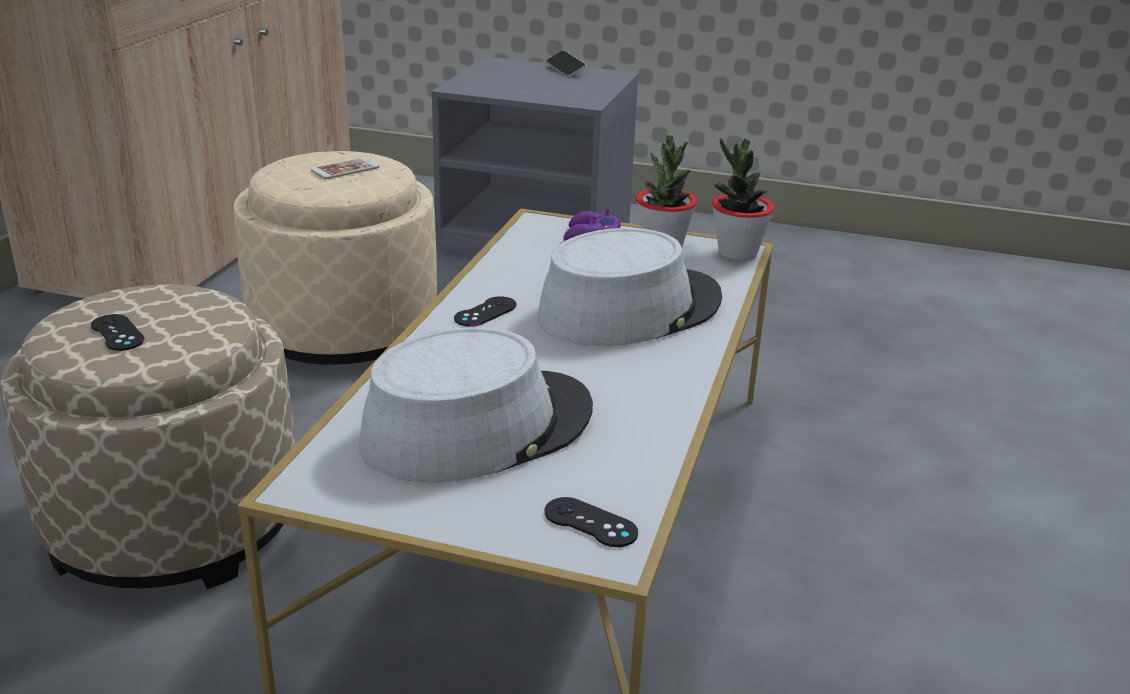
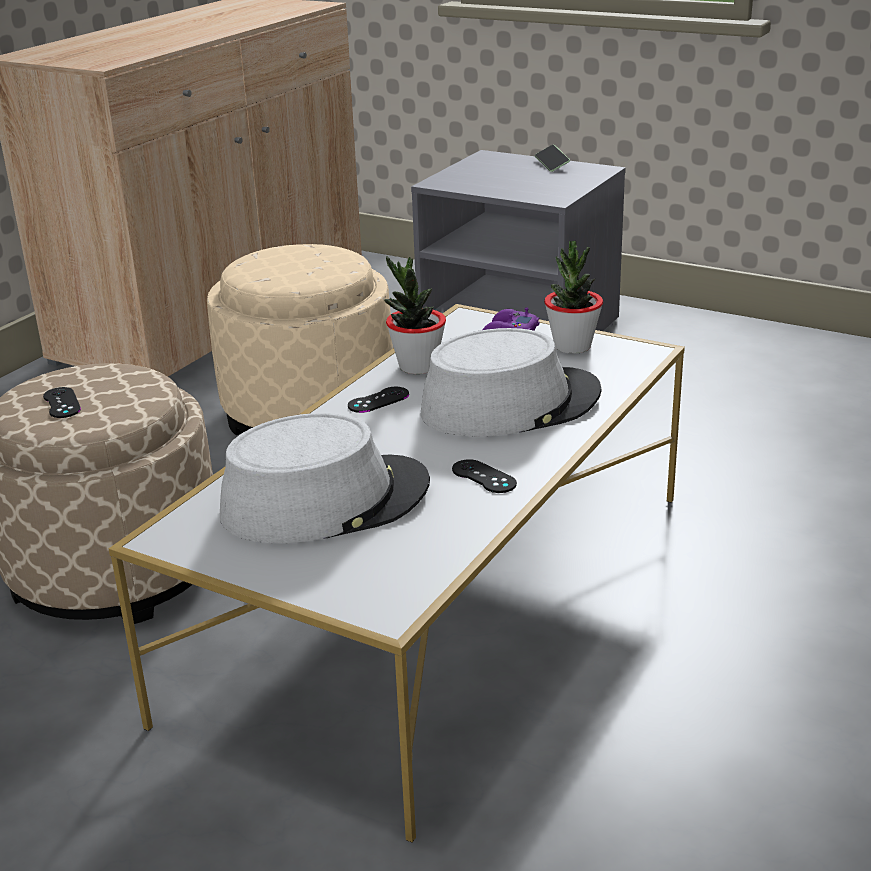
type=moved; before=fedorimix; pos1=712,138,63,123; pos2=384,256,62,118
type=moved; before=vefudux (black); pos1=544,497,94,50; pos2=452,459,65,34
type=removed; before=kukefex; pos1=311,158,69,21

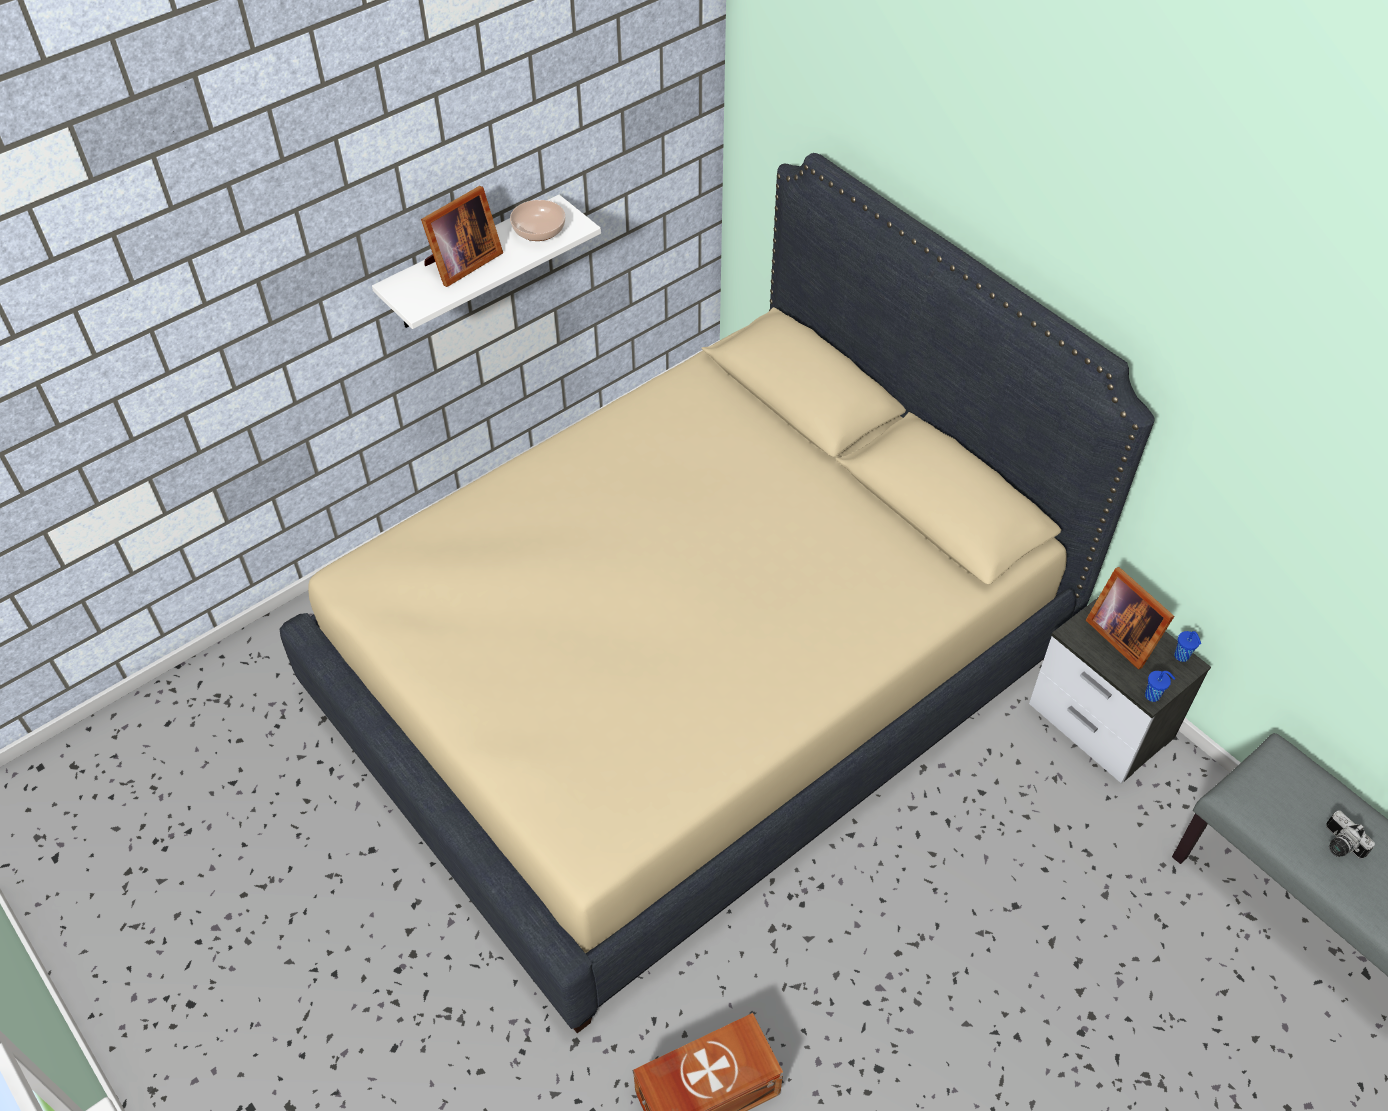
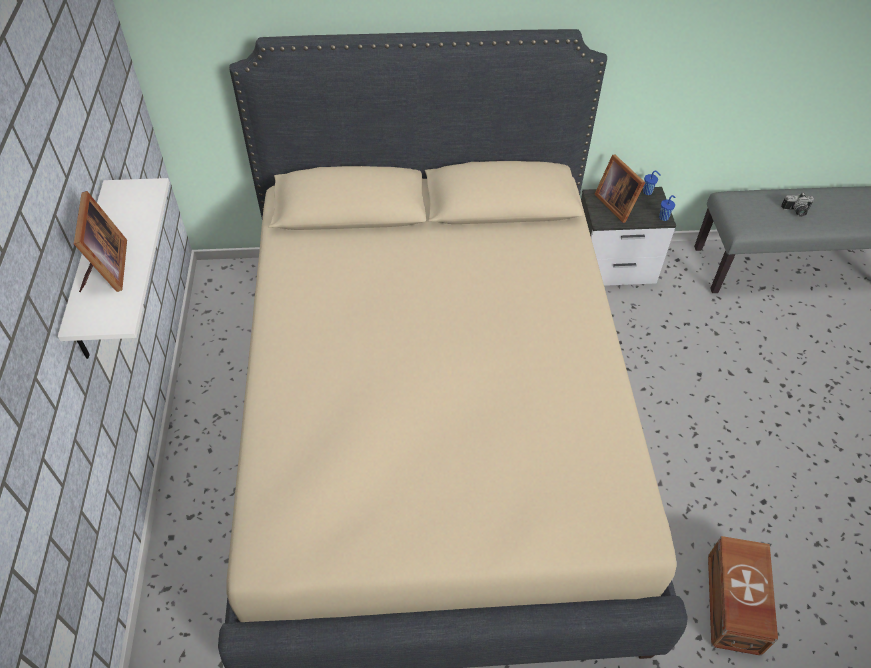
type=turned; before=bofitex; pos1=1086,567,88,103; pos2=594,154,51,69; turn=60
type=removed; before=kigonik; pos1=510,200,55,41

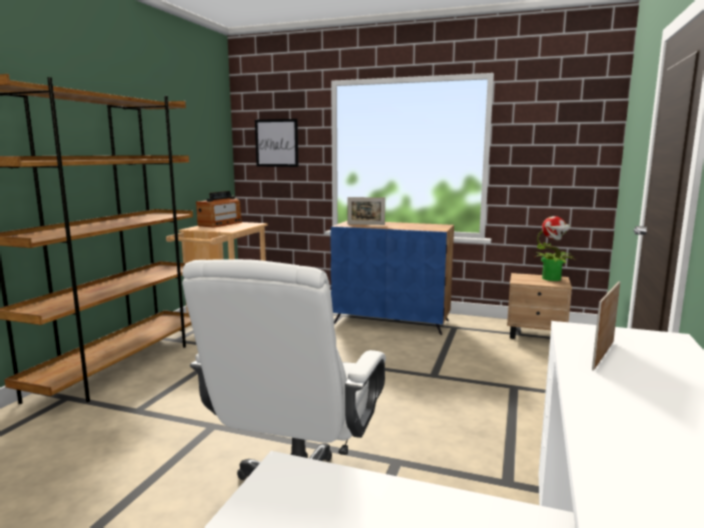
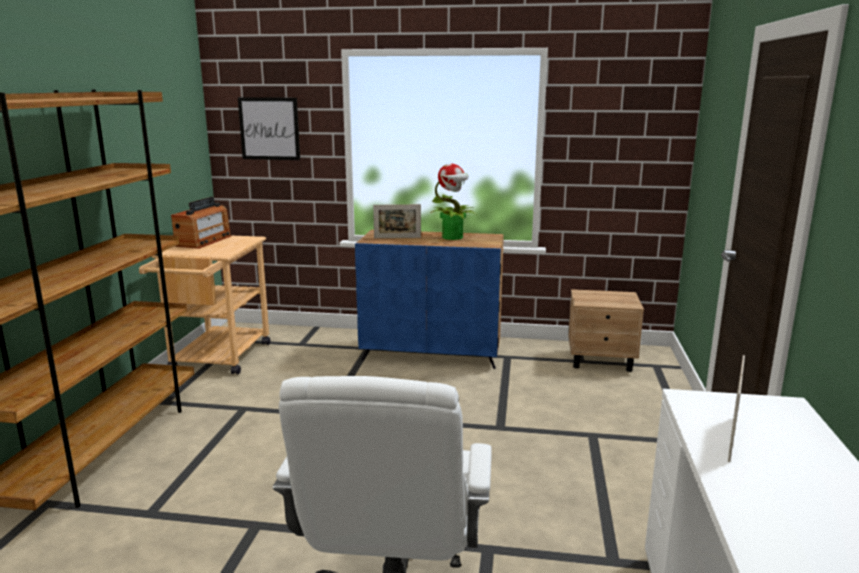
type=moved; before=fedorimix; pos1=535,216,40,65; pos2=431,164,45,76

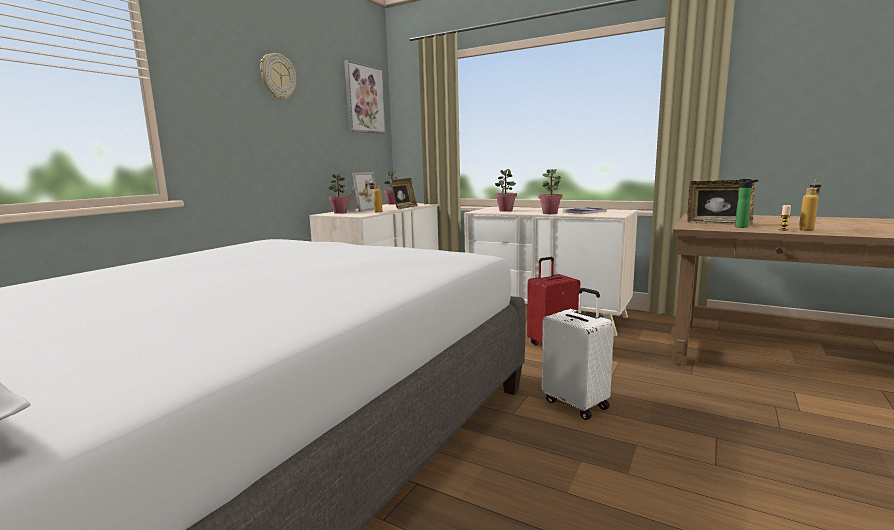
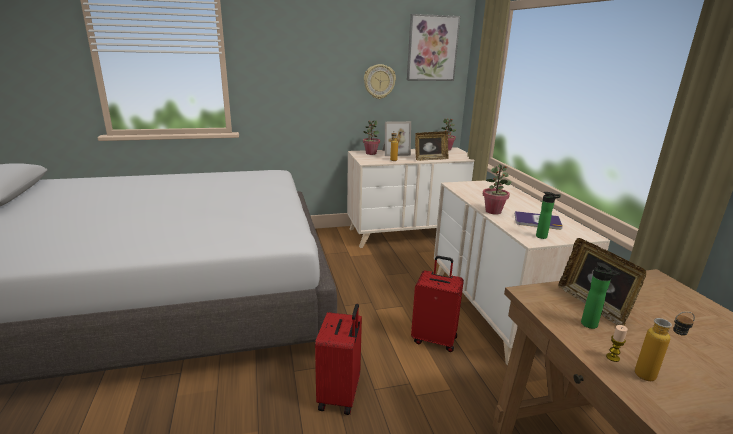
type=recoloured; before=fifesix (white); after=fifesix (red); pos1=541,288,73,132; pos2=315,303,47,112
type=moved; before=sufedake; pos1=260,53,36,47; pos2=364,64,32,35
type=added; after=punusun; pos2=536,192,25,47
type=removed; before=fedorimix; pos1=495,169,22,43

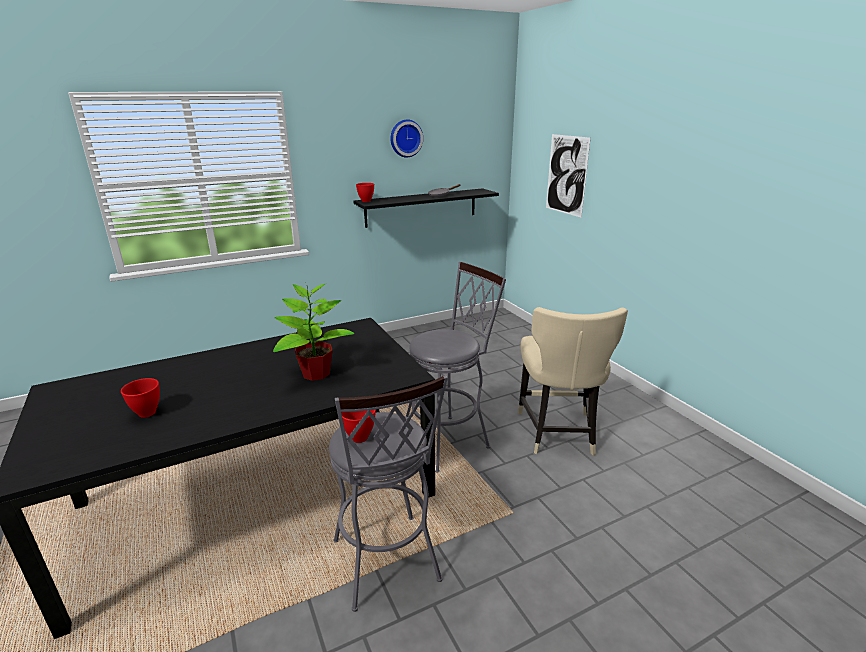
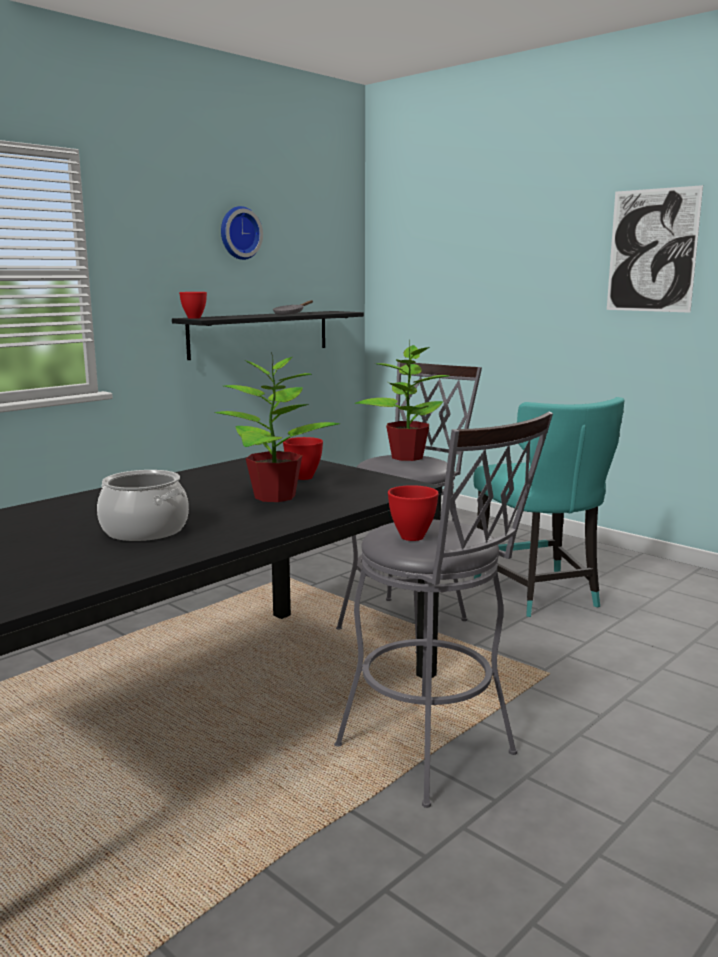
type=added; after=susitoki; pos2=97,470,92,71
type=moved; before=kigonik (red); pos1=121,378,39,40; pos2=283,437,40,43
type=added; after=fedorimix; pos2=354,340,95,121
type=recoloured; before=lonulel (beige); after=lonulel (turquoise); pos1=518,307,110,148; pos2=473,397,151,220
type=moved; before=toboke; pos1=546,134,45,84; pos2=607,185,96,128

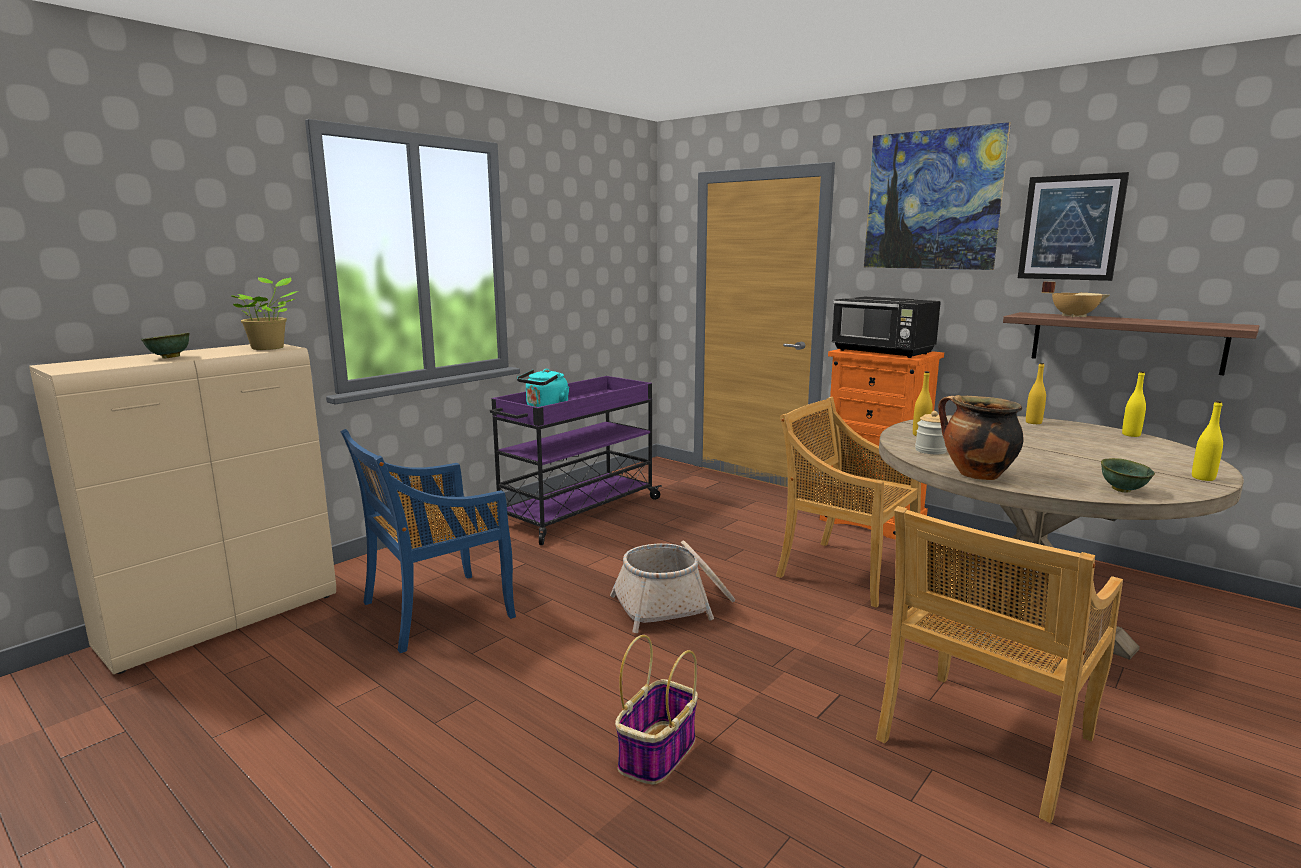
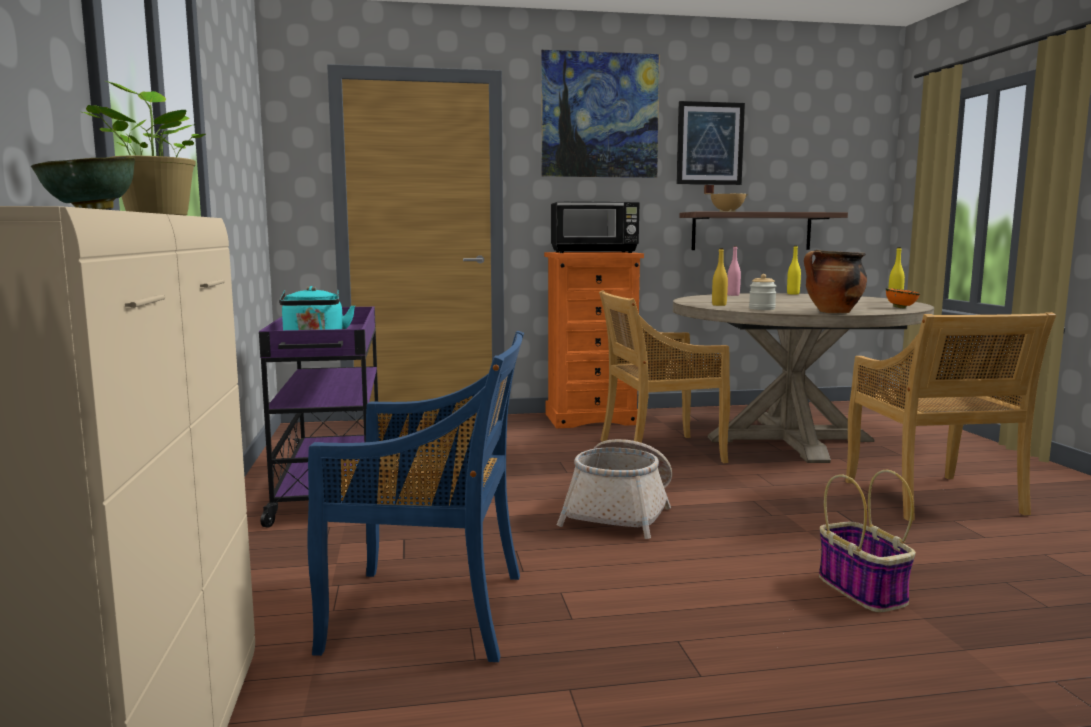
type=turned; before=lonulel (blue); pos1=341,429,175,224; pos2=307,331,217,331; turn=-90
type=recoloured; before=punusun (yellow); after=punusun (pink); pos1=1026,363,20,61; pos2=727,246,14,50
type=recoloured; before=kigonik (green); after=kigonik (orange); pos1=1101,458,54,35; pos2=886,288,34,21

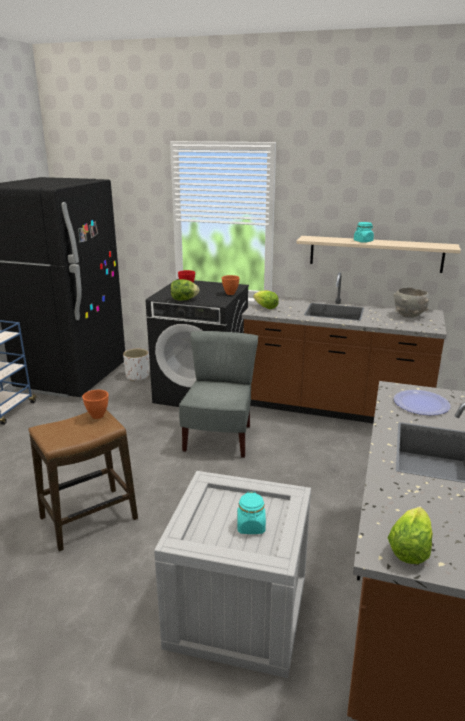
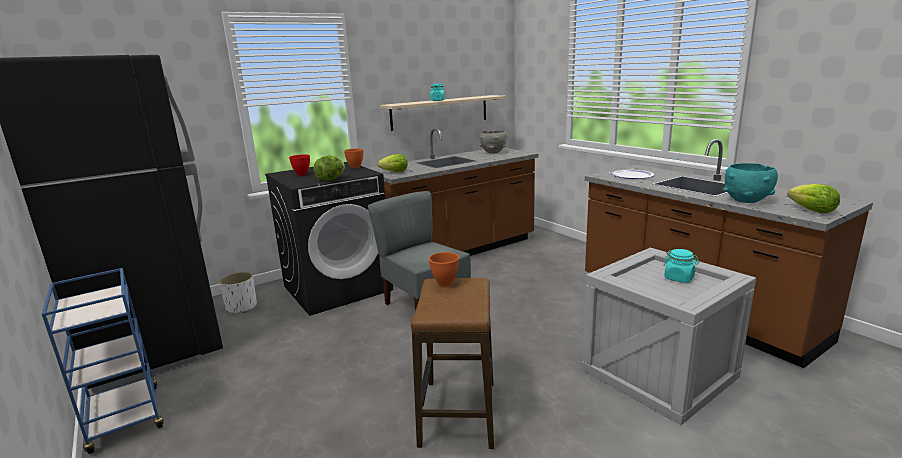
type=added; after=kigonik (turquoise); pos2=723,163,55,40

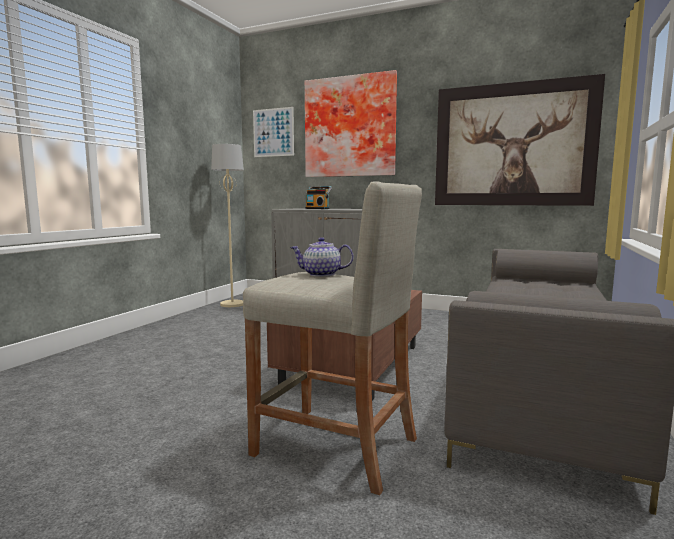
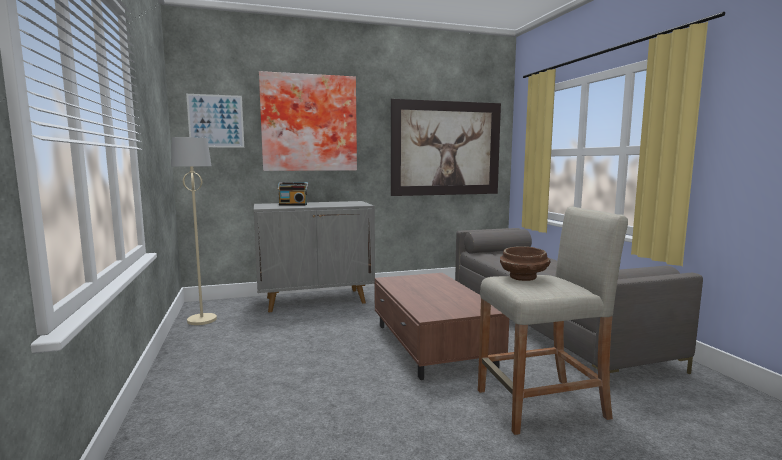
type=replaced; before=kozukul; after=kigonik (brown); pos1=290,237,64,40; pos2=500,246,51,35

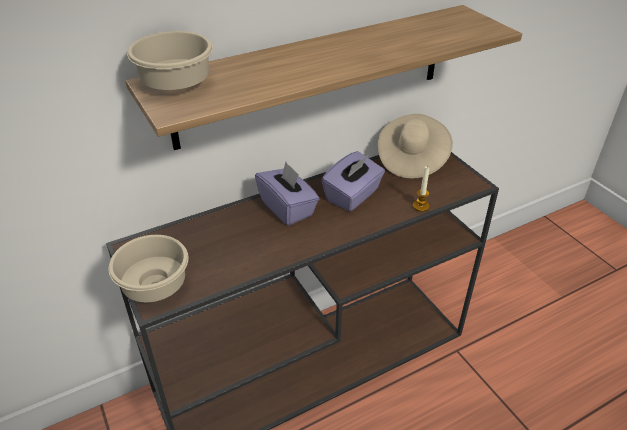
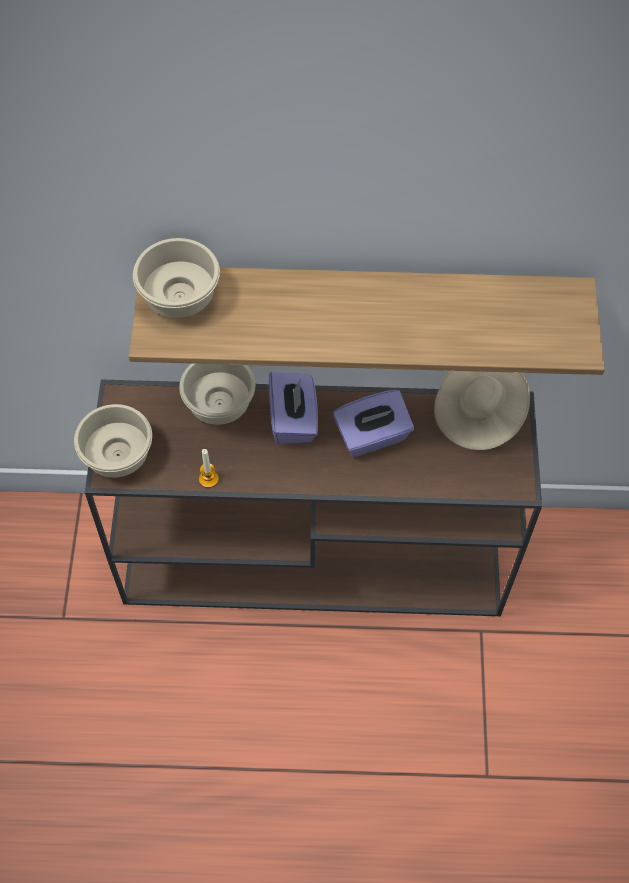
type=added; after=kigonik (beige); pos2=179,363,76,62
type=moved; before=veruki; pos1=413,166,16,46; pos2=199,449,20,39

